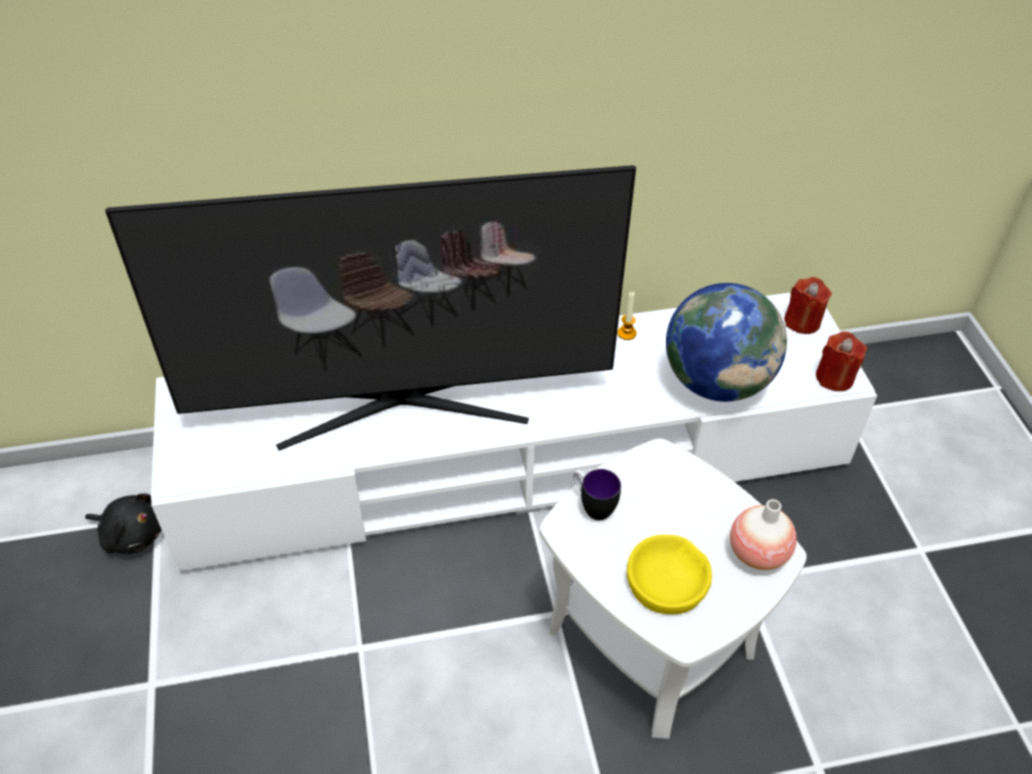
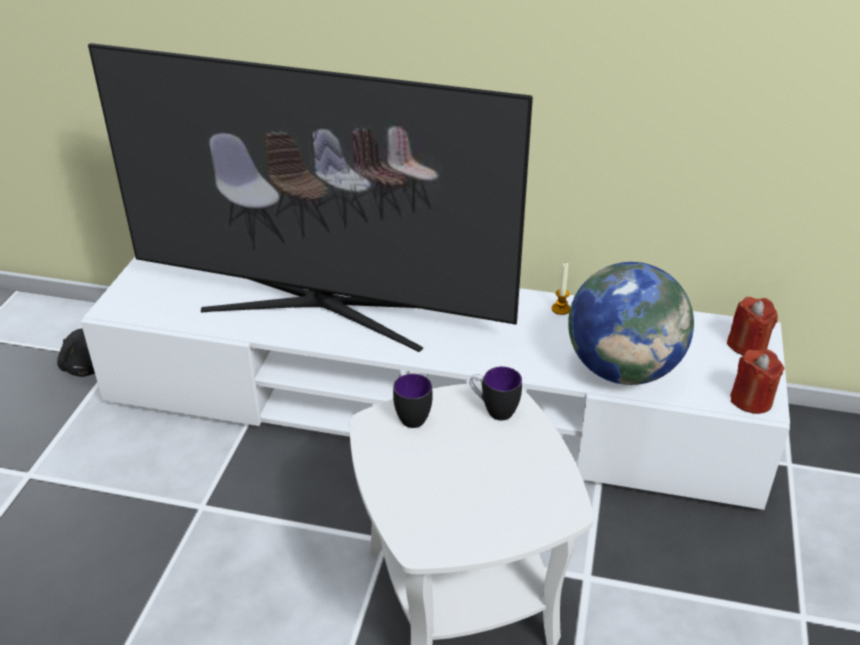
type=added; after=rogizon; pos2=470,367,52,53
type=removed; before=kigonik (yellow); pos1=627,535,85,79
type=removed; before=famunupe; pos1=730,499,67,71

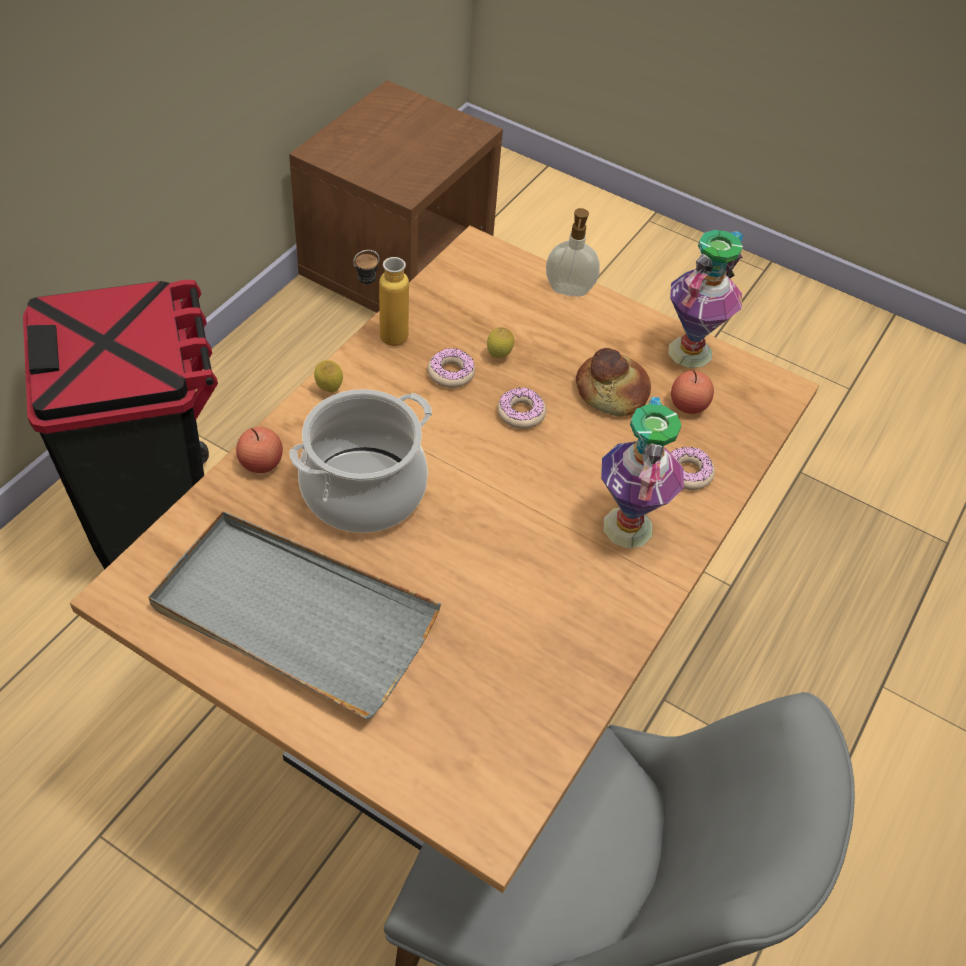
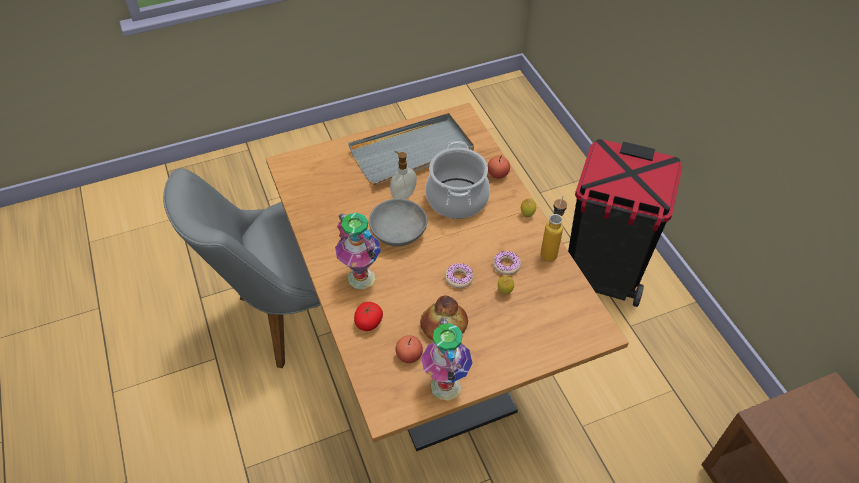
type=replaced; before=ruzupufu; after=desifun; pos1=671,447,44,43; pos2=354,302,29,29
type=added; after=kigonik (grey); pos2=369,199,59,47
type=moved; before=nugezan; pos1=546,208,54,89; pos2=390,151,27,48

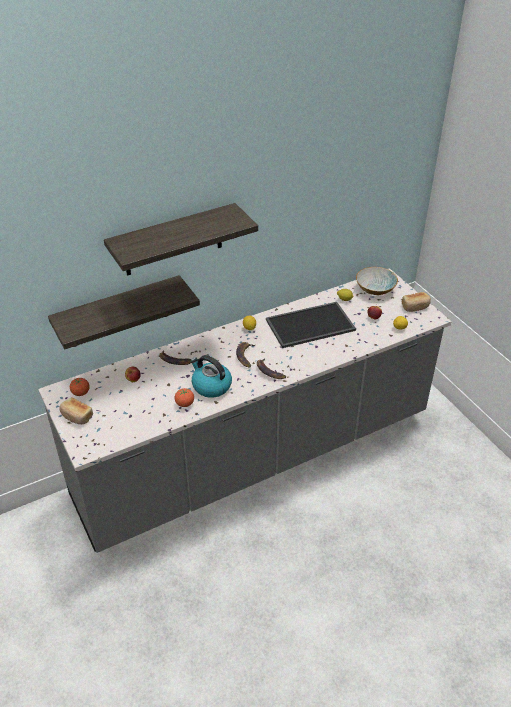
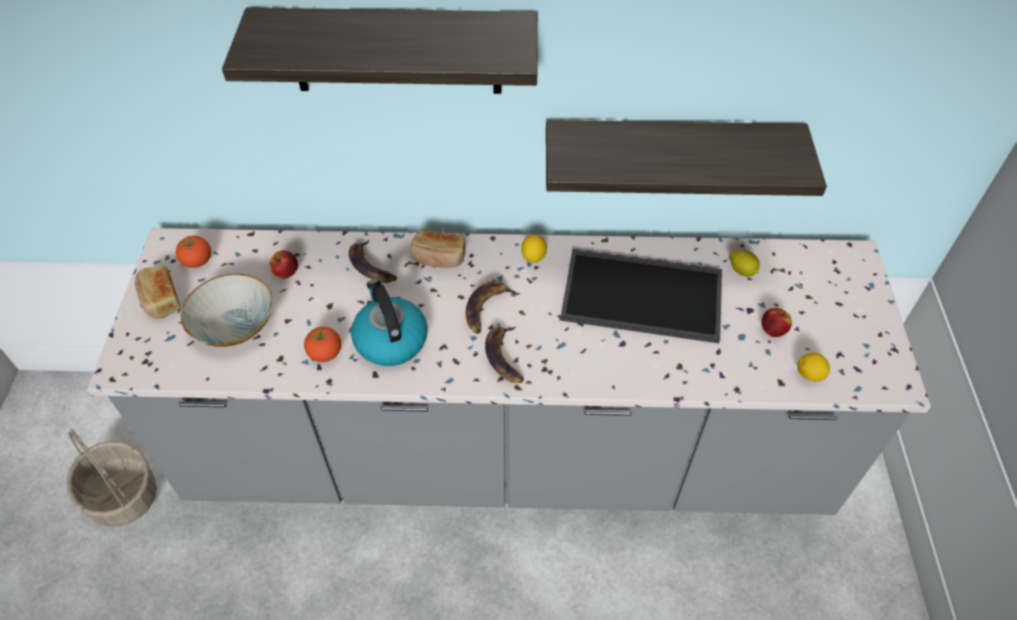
type=added; after=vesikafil; pos2=66,429,91,98
type=moved; before=kigonik; pos1=356,267,42,28; pos2=181,274,92,73
type=moved; before=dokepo; pos1=402,292,29,20; pos2=411,229,54,39
type=moved; before=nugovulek; pos1=48,275,152,75; pos2=546,120,281,76

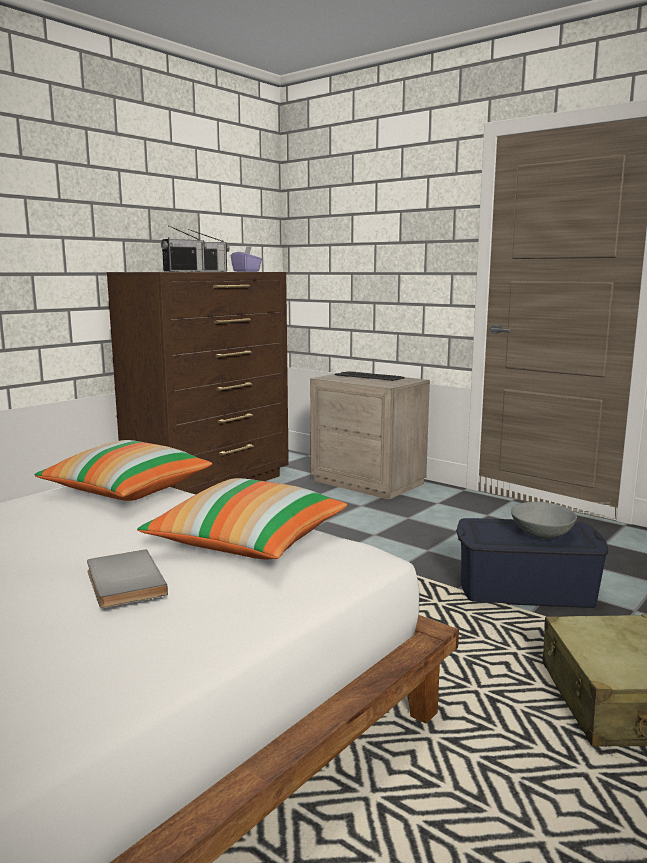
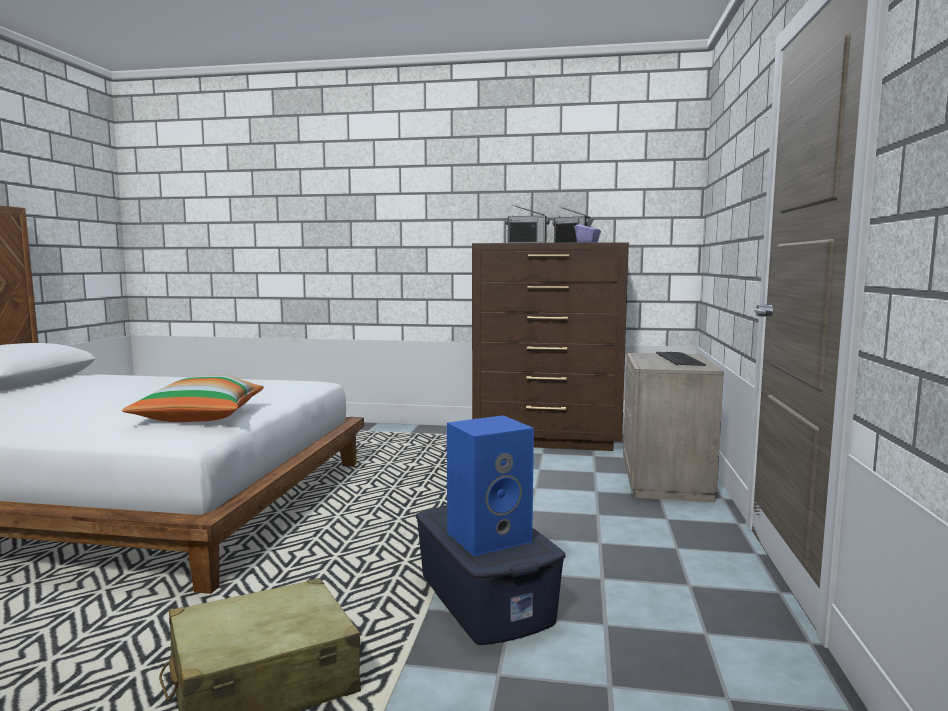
type=replaced; before=kigonik (grey); after=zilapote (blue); pos1=511,502,66,37; pos2=447,415,87,141
type=removed; before=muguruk; pos1=34,440,178,61
type=removed; before=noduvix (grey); pos1=87,549,81,59

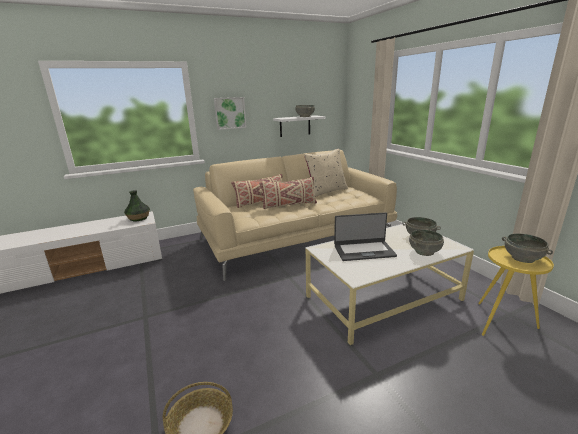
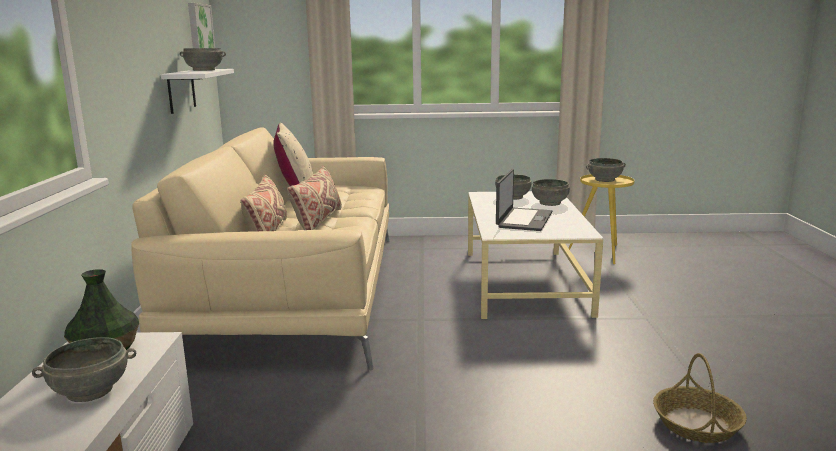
type=added; after=kigonik (grey); pos2=32,337,104,65
type=moved; before=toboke; pos1=214,97,32,33; pos2=188,3,27,45

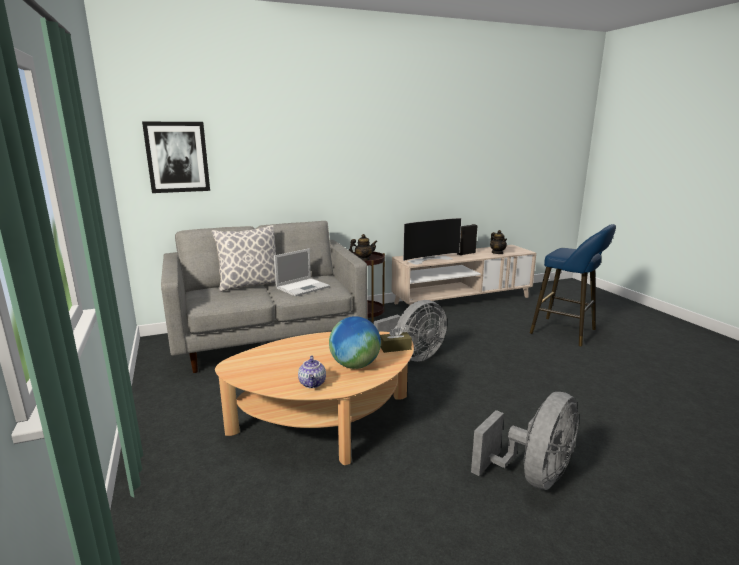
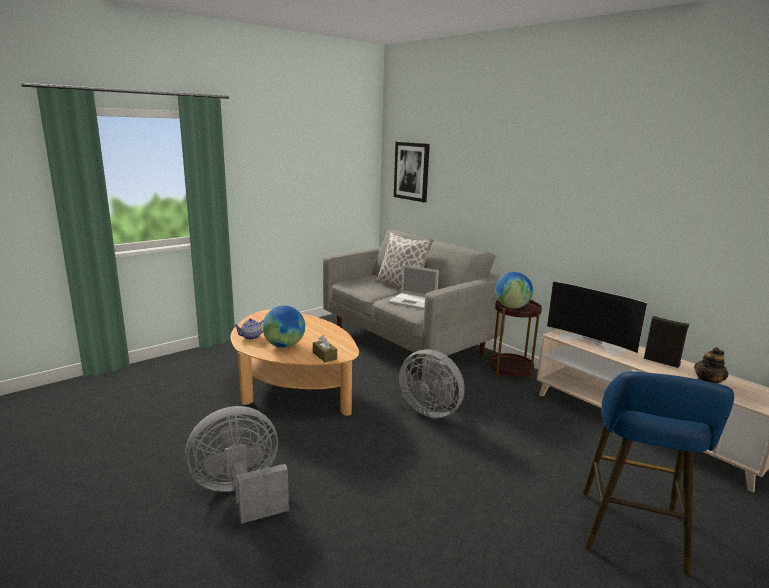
type=turned; before=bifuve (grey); pos1=471,392,108,98; pos2=185,406,104,118; turn=135
type=replaced; before=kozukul; after=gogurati; pos1=349,234,28,27; pos2=495,272,38,37

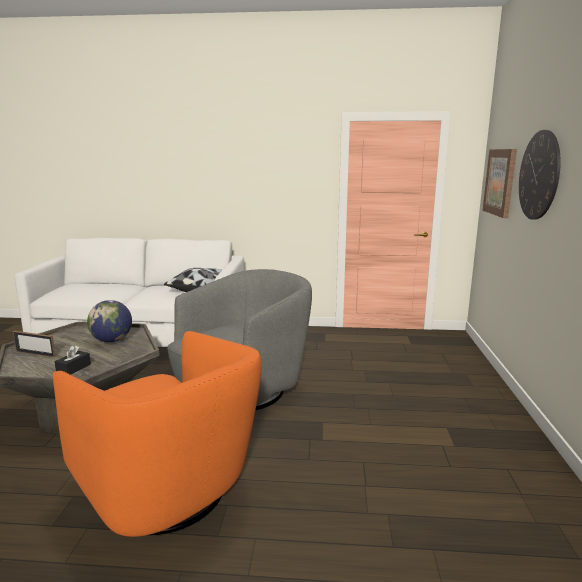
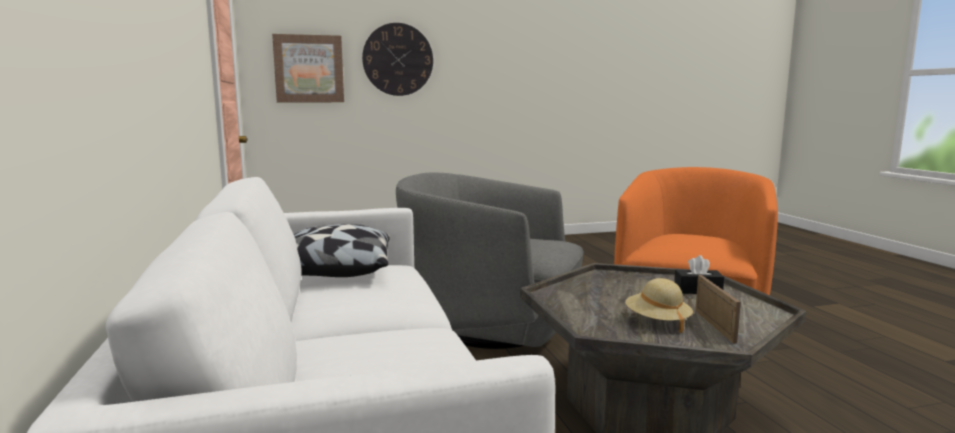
type=added; after=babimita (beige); pos2=625,278,68,55
type=removed; before=gogurati; pos1=87,300,45,42

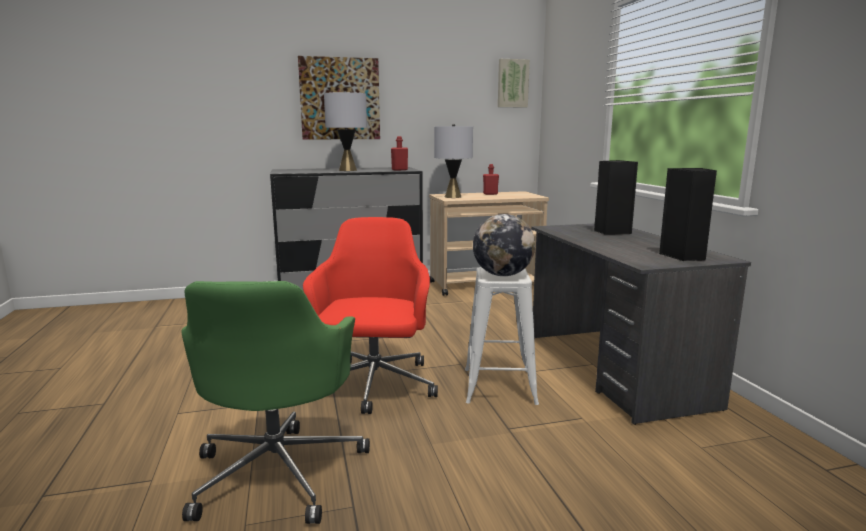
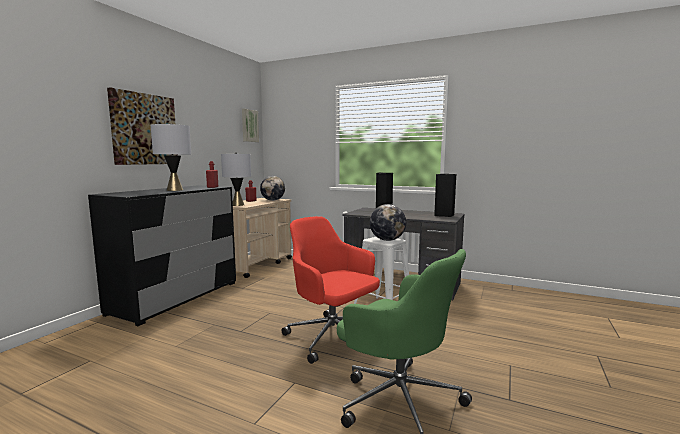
type=added; after=gogurati; pos2=260,176,25,25

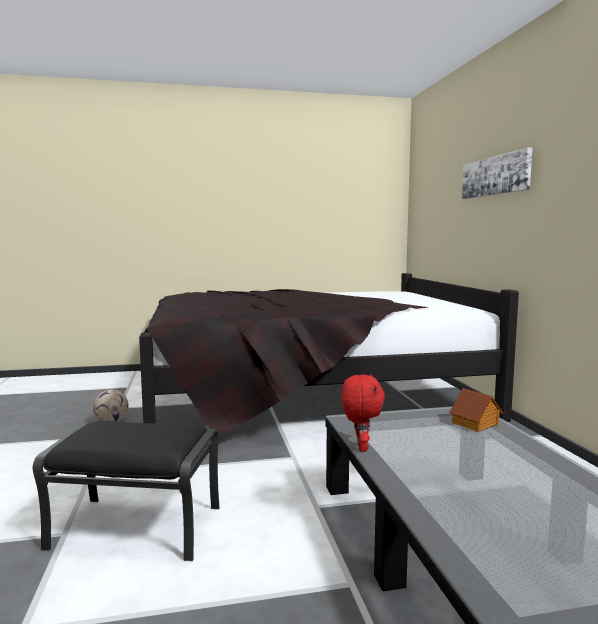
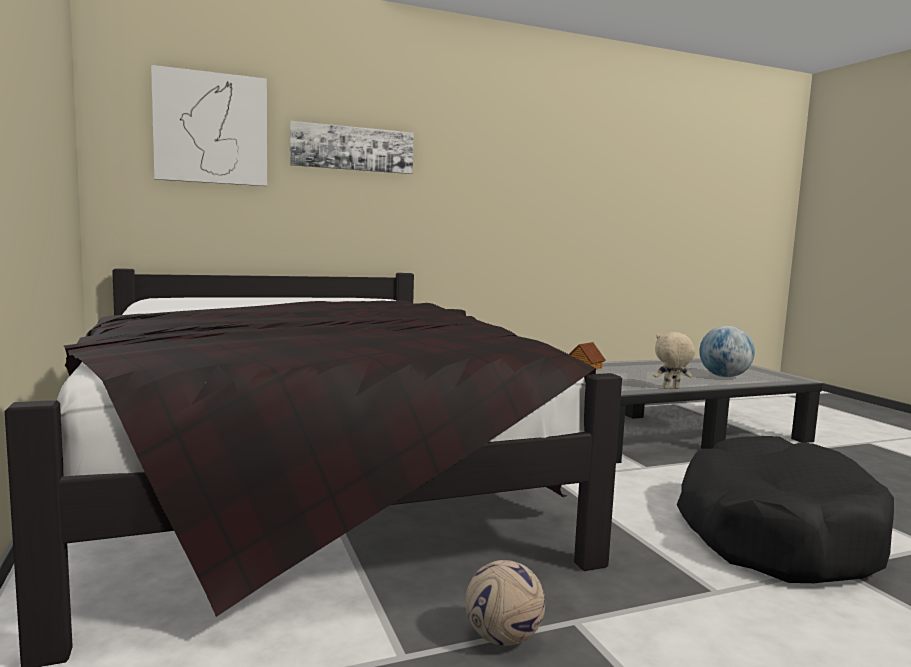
type=added; after=toboke; pos2=151,65,116,121
type=recoloured; before=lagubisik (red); after=lagubisik (beige); pos1=341,375,44,77; pos2=653,332,42,57
type=replaced; before=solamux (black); after=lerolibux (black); pos1=33,421,187,140; pos2=677,436,217,147
type=added; after=gogurati; pos2=699,326,56,51

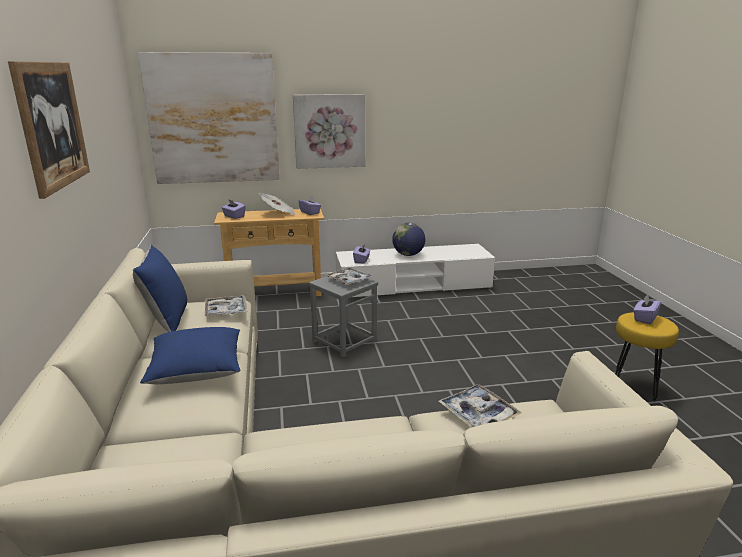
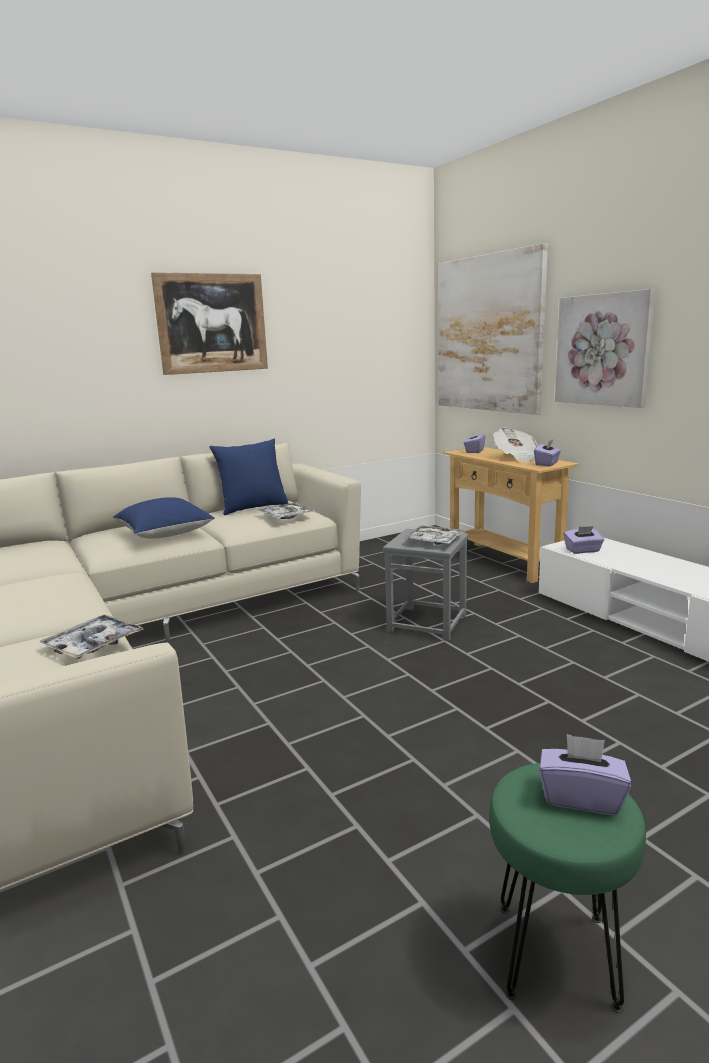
type=recoloured; before=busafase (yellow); after=busafase (green); pos1=615,312,64,89; pos2=489,763,157,250
type=removed; before=gogurati; pos1=392,223,33,33

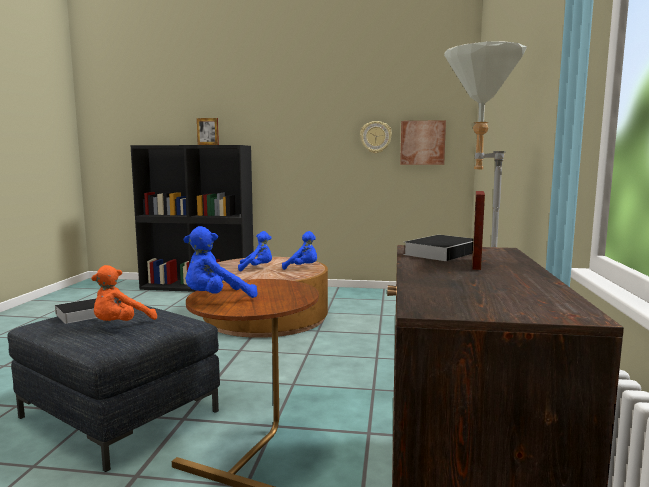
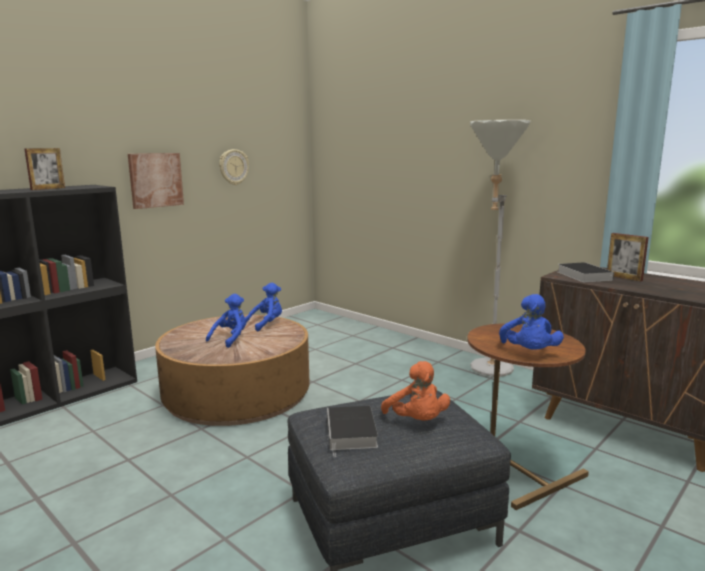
type=moved; before=toboke; pos1=400,120,46,45; pos2=128,153,56,56

